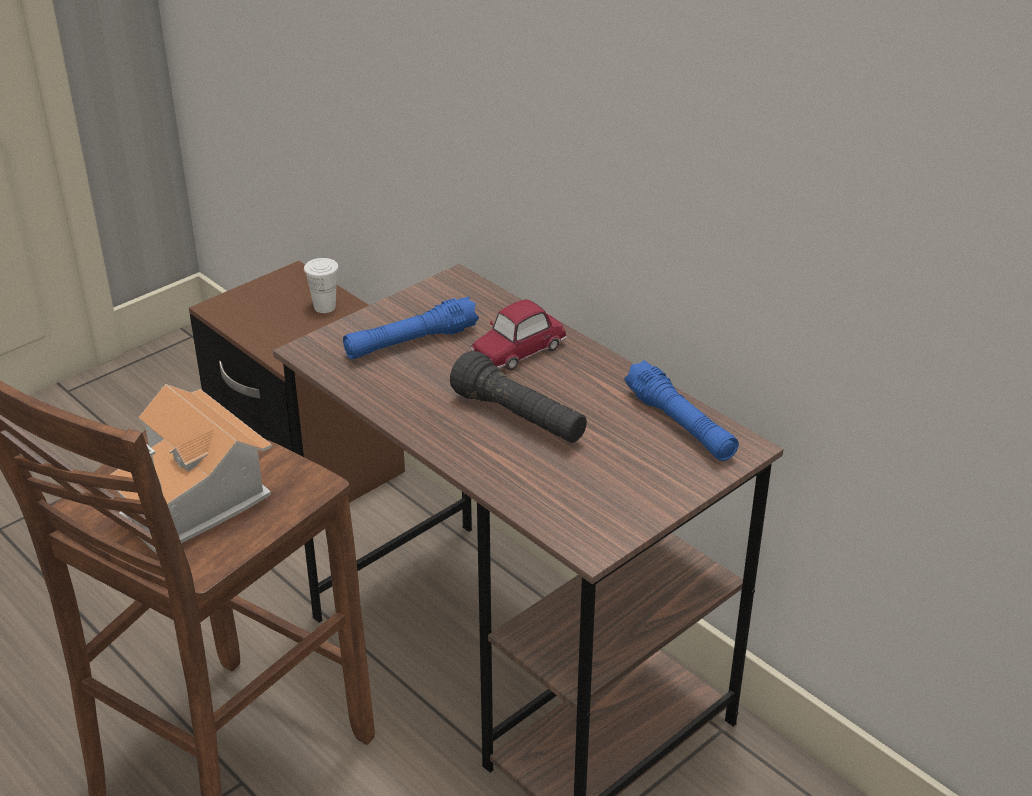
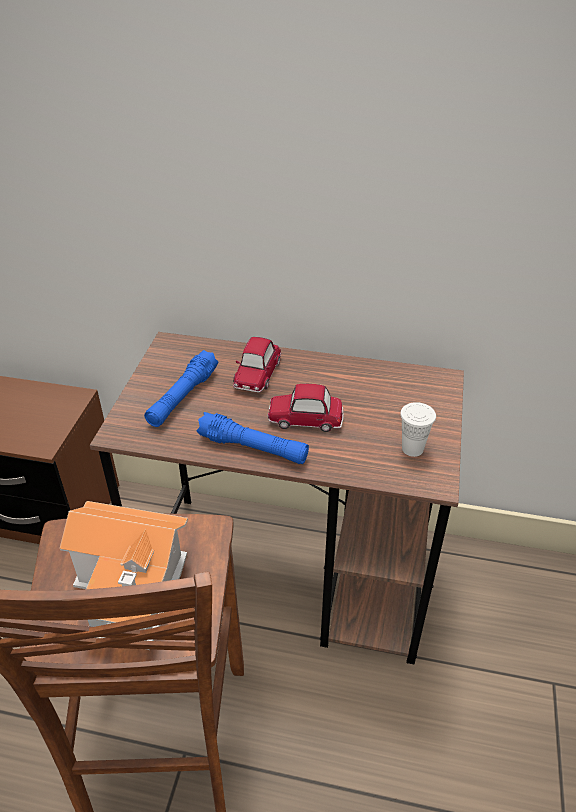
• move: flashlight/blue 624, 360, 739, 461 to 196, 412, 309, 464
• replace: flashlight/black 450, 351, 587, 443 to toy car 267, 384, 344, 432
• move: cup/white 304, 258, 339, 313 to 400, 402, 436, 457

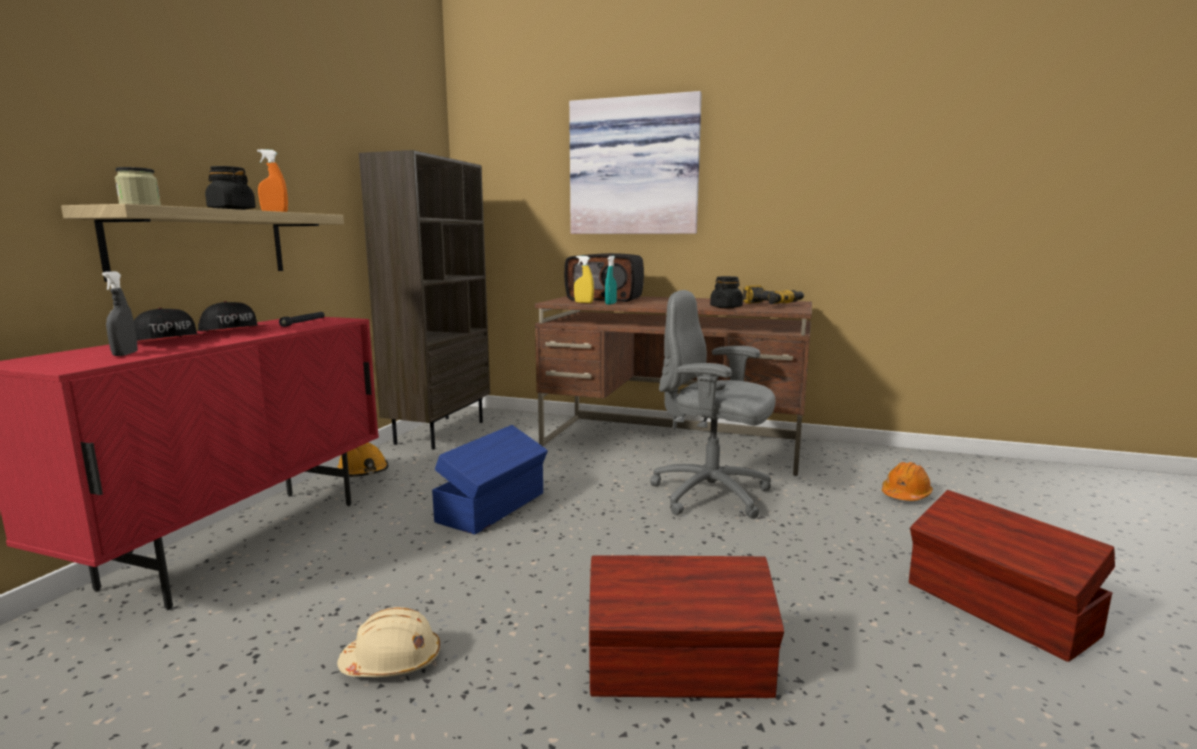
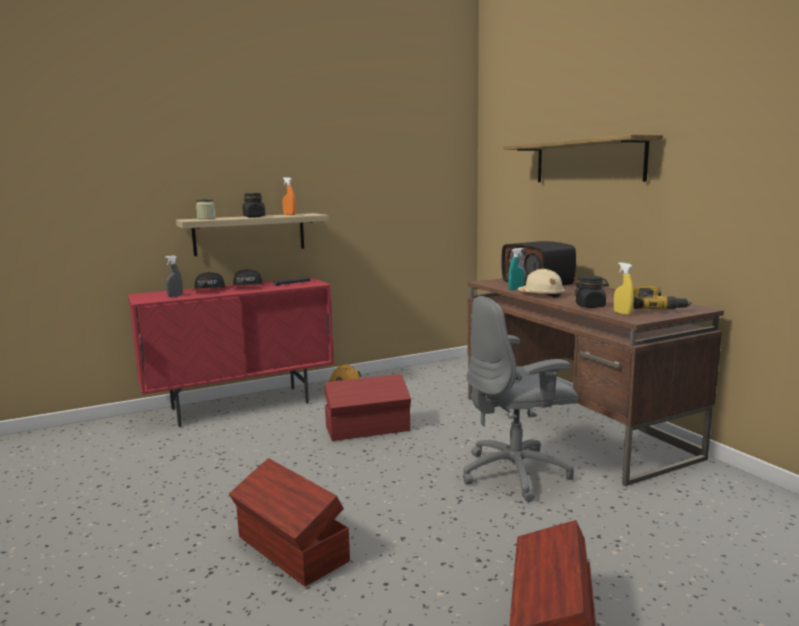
• recolor: storage box/blue 432, 425, 548, 534 to storage box/red 325, 374, 411, 441
• rotate: office chair/grey 650, 290, 776, 519 = 463, 296, 578, 502 90 degrees counterclockwise
• replace: picture 569, 91, 702, 234 to shelf 504, 134, 663, 182
• move: hard hat/beige 337, 607, 440, 677 to 518, 269, 565, 297
• move: spray bottle/yellow 574, 256, 594, 303 to 614, 262, 634, 315
• delete: bookcase/brown 359, 150, 490, 450
• delete: hard hat/orange 882, 462, 933, 501

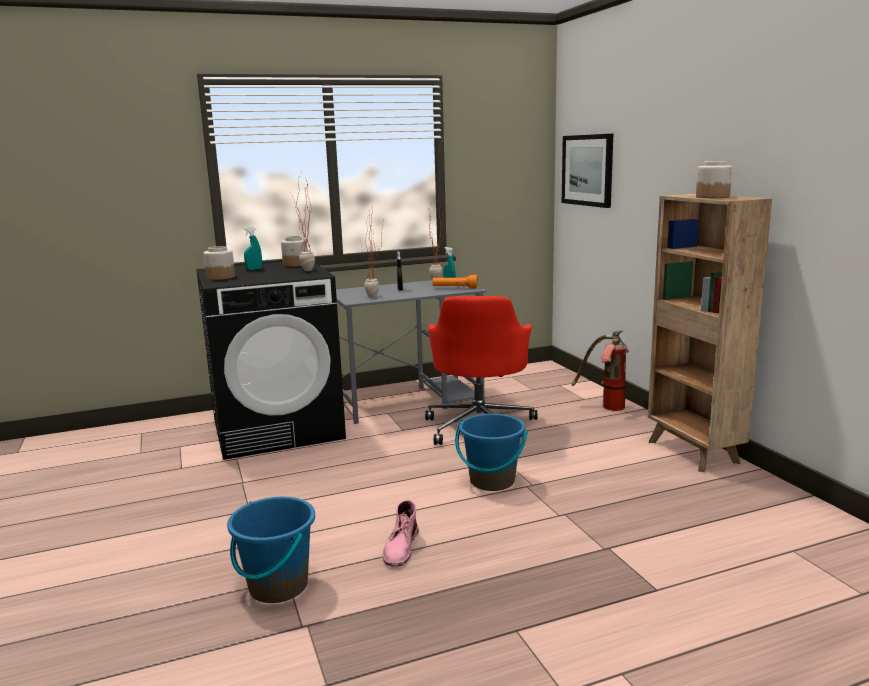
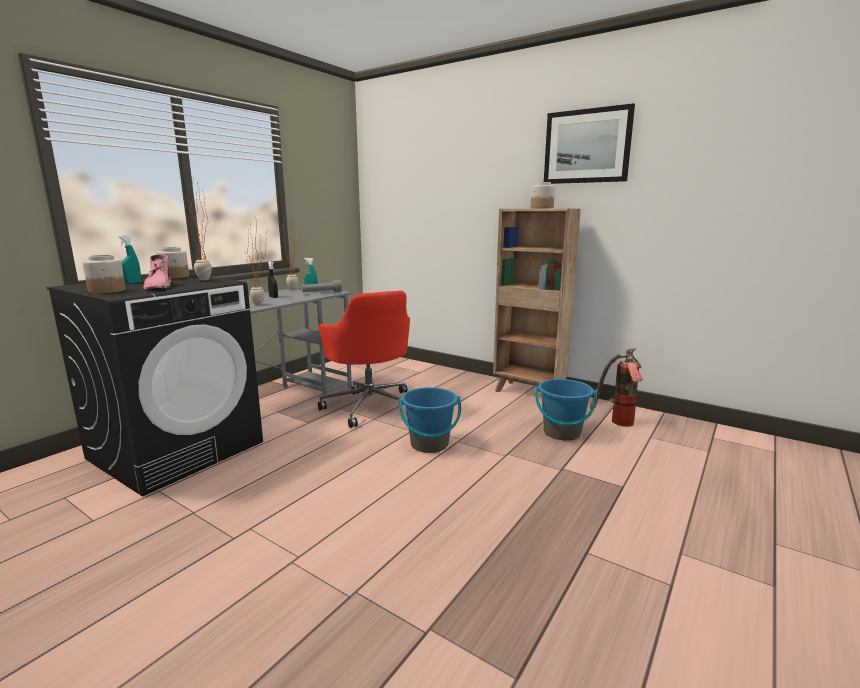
• move: boot/pink 383, 500, 419, 566 to 143, 254, 172, 291
• recolor: flashlight/orange 432, 275, 478, 288 to flashlight/grey 301, 280, 342, 292
• move: bucket/blue 227, 497, 315, 603 to 535, 379, 597, 441
• move: picture 562, 134, 613, 208 to 544, 103, 635, 184
• move: fire extinguisher 572, 330, 629, 411 to 590, 348, 643, 427

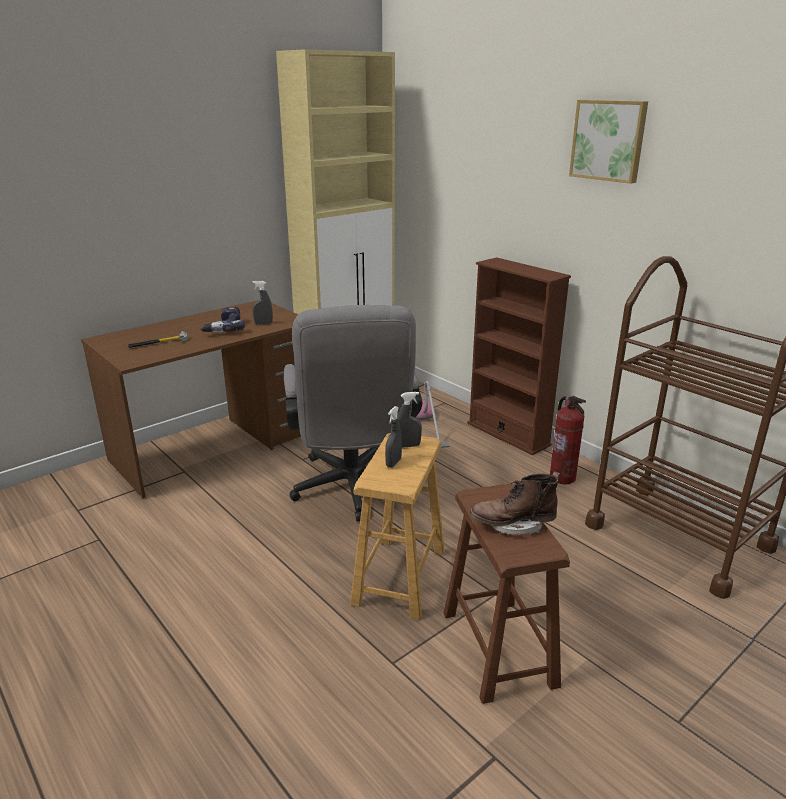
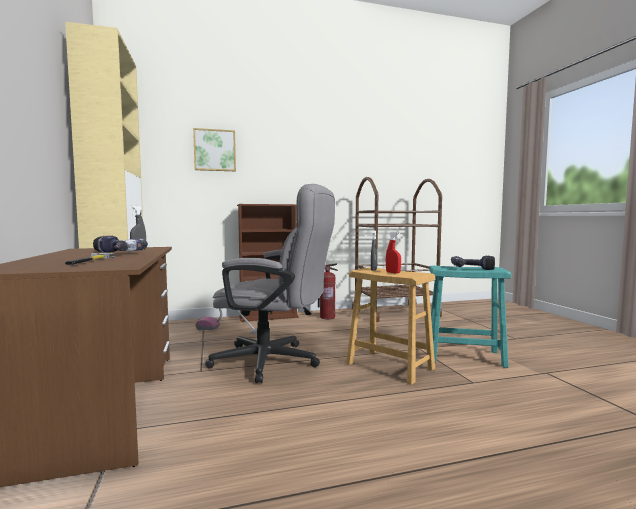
• move: picture 569, 100, 648, 184 to 193, 128, 236, 171
• recolor: spray bottle/grey 385, 406, 402, 468 to spray bottle/red 386, 232, 401, 273
• recolor: stool/brown 443, 484, 570, 704 to stool/turquoise 429, 266, 511, 368
• replace: boot/brown 470, 471, 561, 535 to power drill 451, 256, 495, 270

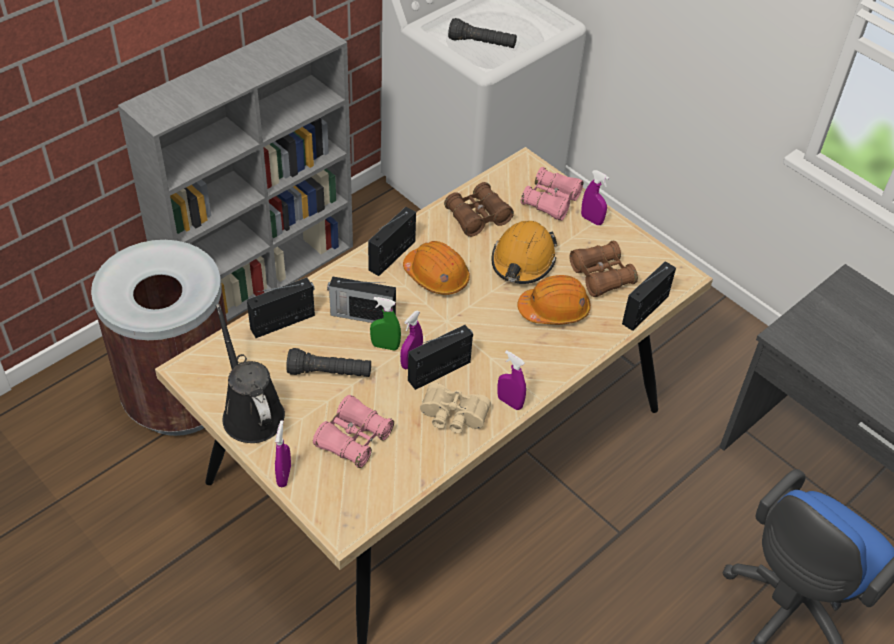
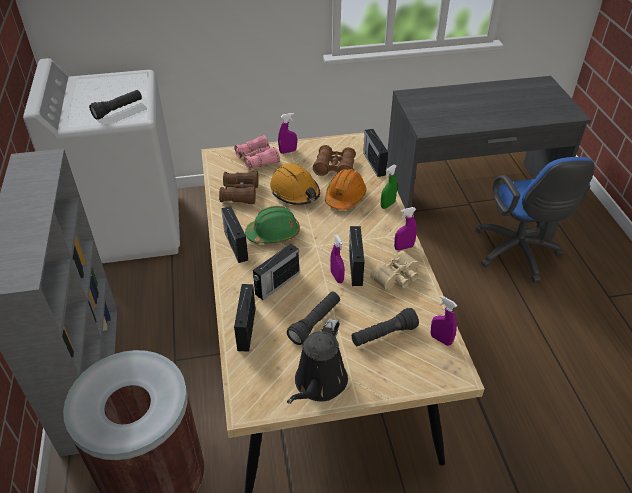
• recolor: hard hat/orange 403, 241, 470, 295 to hard hat/green 245, 206, 300, 244
• rotate: watering can/black 216, 304, 285, 443 = 287, 318, 348, 404 75 degrees counterclockwise
• replace: binoculars/pink 313, 395, 394, 468 to flashlight/black 352, 308, 419, 346
• move: spray bottle/green 370, 297, 401, 351 to 381, 165, 397, 209
• move: spray bottle/purple 275, 420, 291, 487 to 431, 296, 458, 346

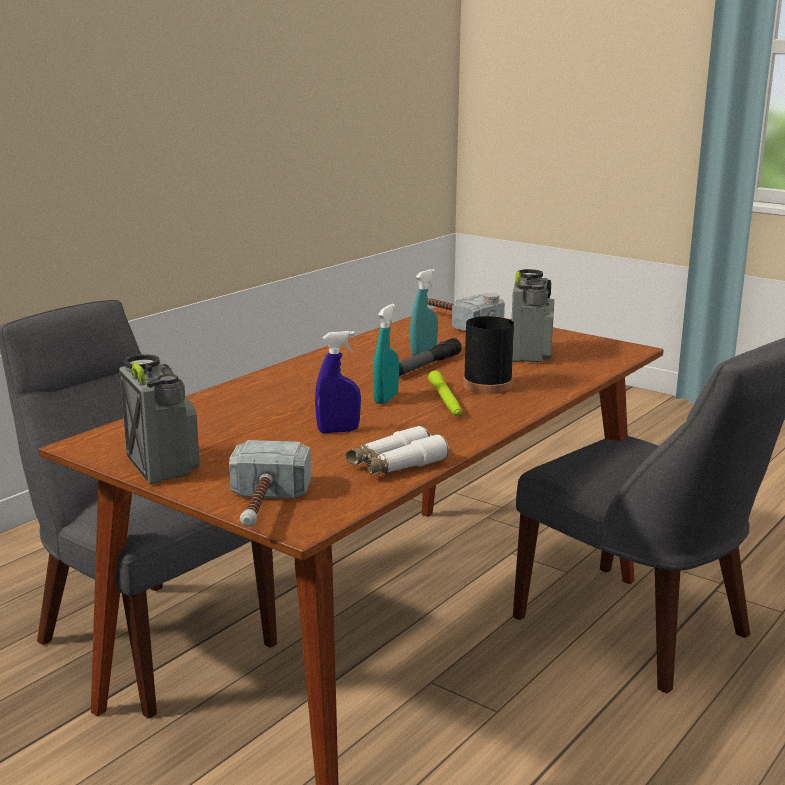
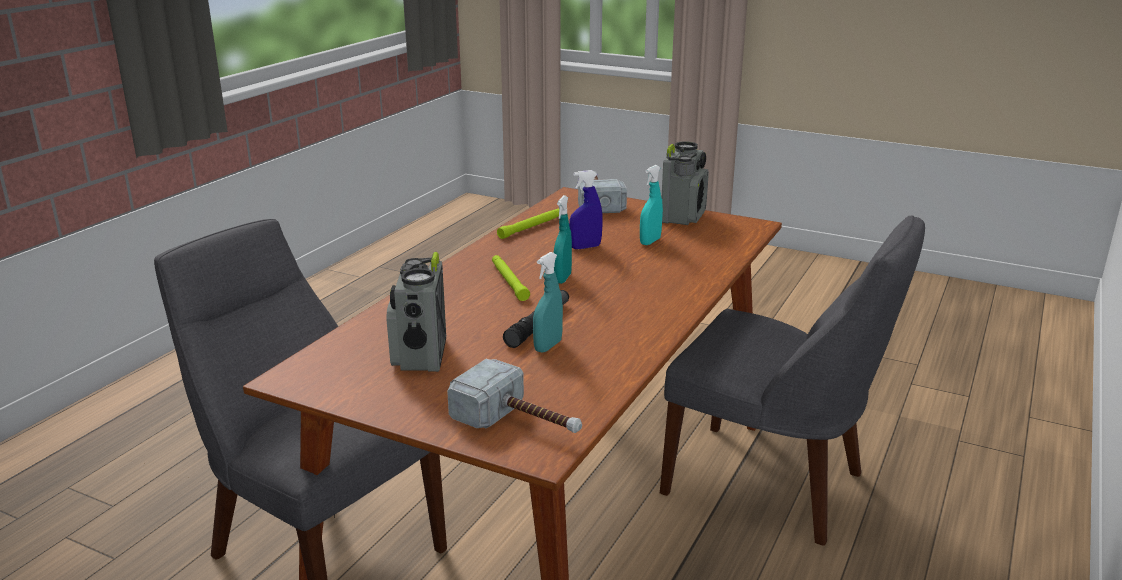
• replace: binoculars/white 346, 425, 449, 475 to flashlight/green 497, 209, 559, 239
• insert: spray bottle/turquoise 640, 165, 663, 245
• rotate: radio 119, 354, 200, 484 = 662, 141, 709, 225 120 degrees counterclockwise
• delete: bottle/black 463, 293, 514, 394

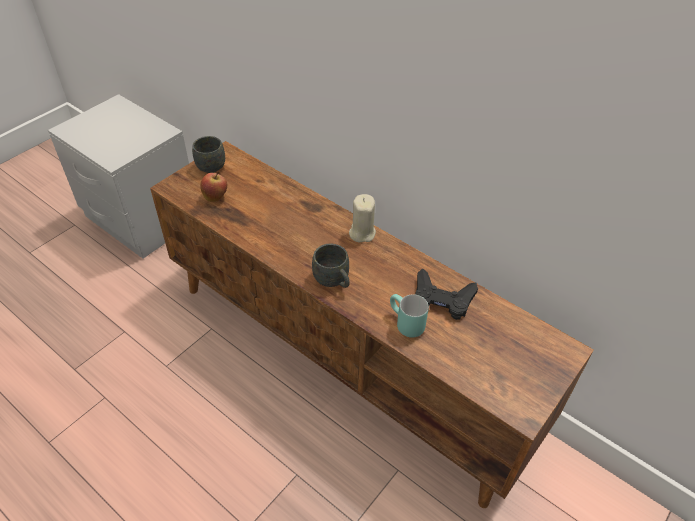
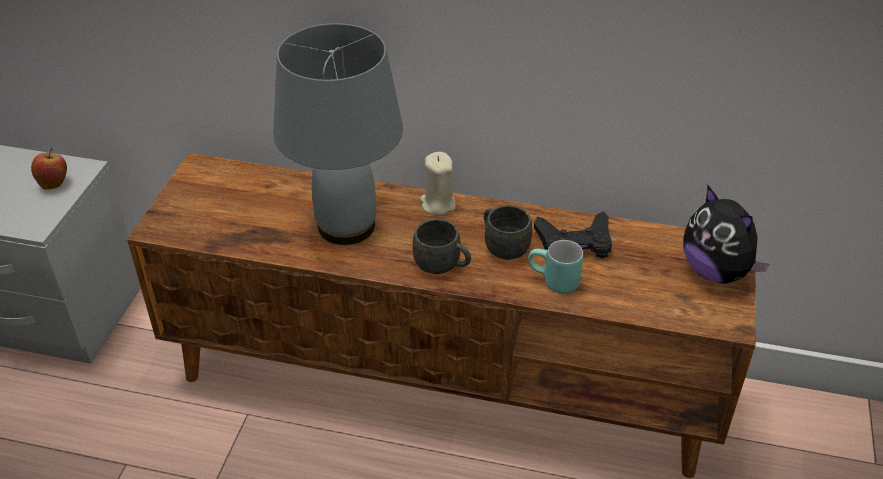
• move: apple 200, 172, 227, 202 to 31, 148, 67, 190
• insert: table lamp/grey 273, 23, 403, 245
• move: mug/grey 192, 136, 225, 173 to 484, 205, 532, 260
• insert: plush toy 683, 185, 770, 284

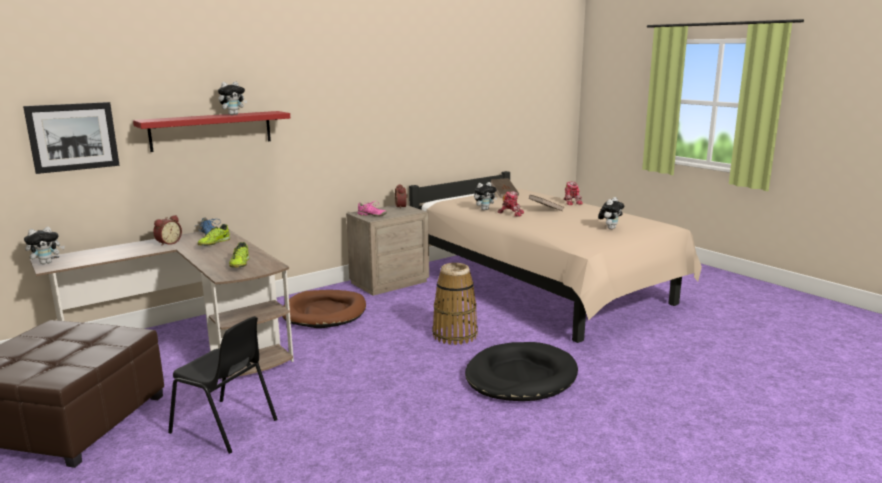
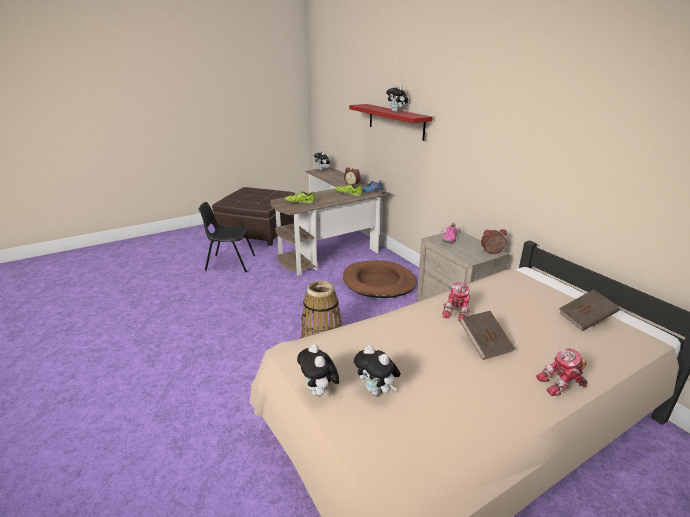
• rotate: chair/black 168, 316, 277, 454 = 199, 202, 255, 272 60 degrees clockwise
• move: plush toy 474, 182, 497, 210 to 297, 344, 340, 397
• delete: picture 23, 102, 120, 174
• delete: dog bed/black 465, 342, 578, 401

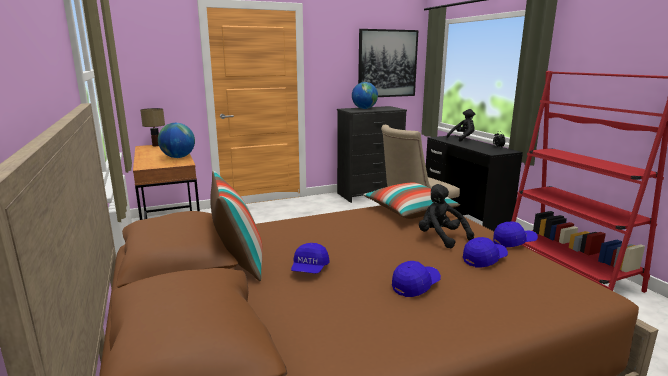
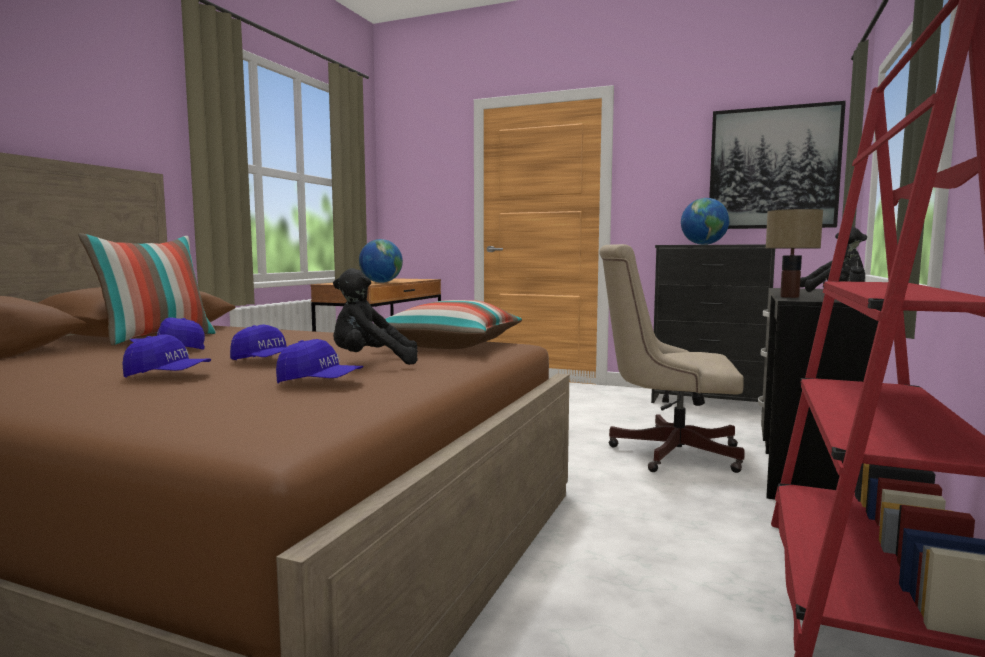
• move: cap/blue 493, 222, 538, 247 to 230, 325, 287, 360
• rotate: plush toy/black 419, 184, 474, 249 = 333, 268, 418, 365 105 degrees counterclockwise
• move: table lamp 140, 108, 165, 146 to 766, 209, 823, 298

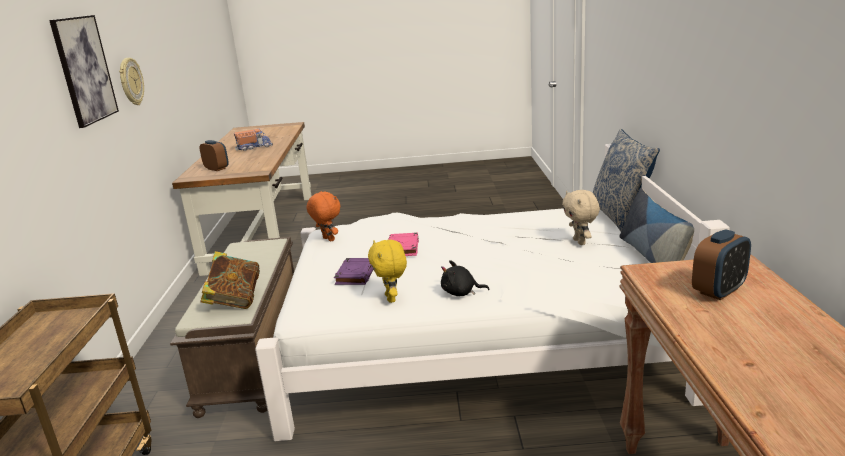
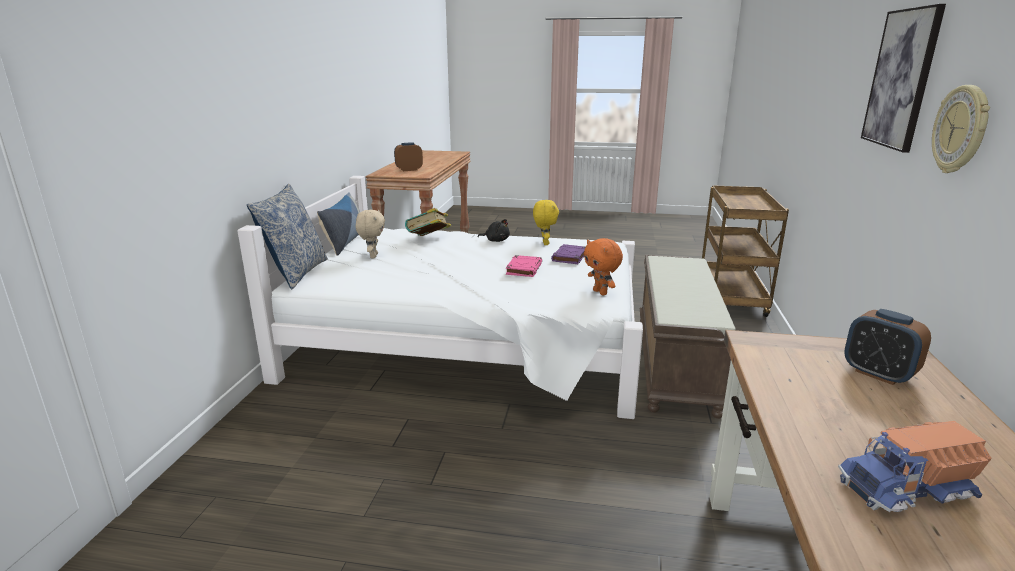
• move: book 200, 251, 260, 309 to 405, 208, 451, 236

